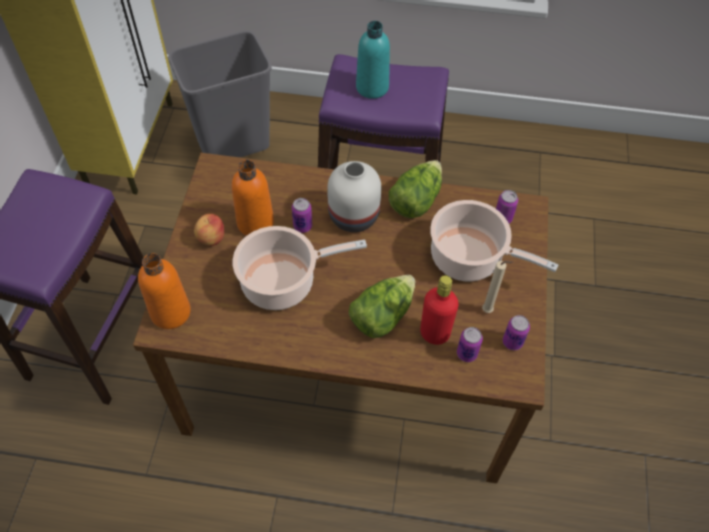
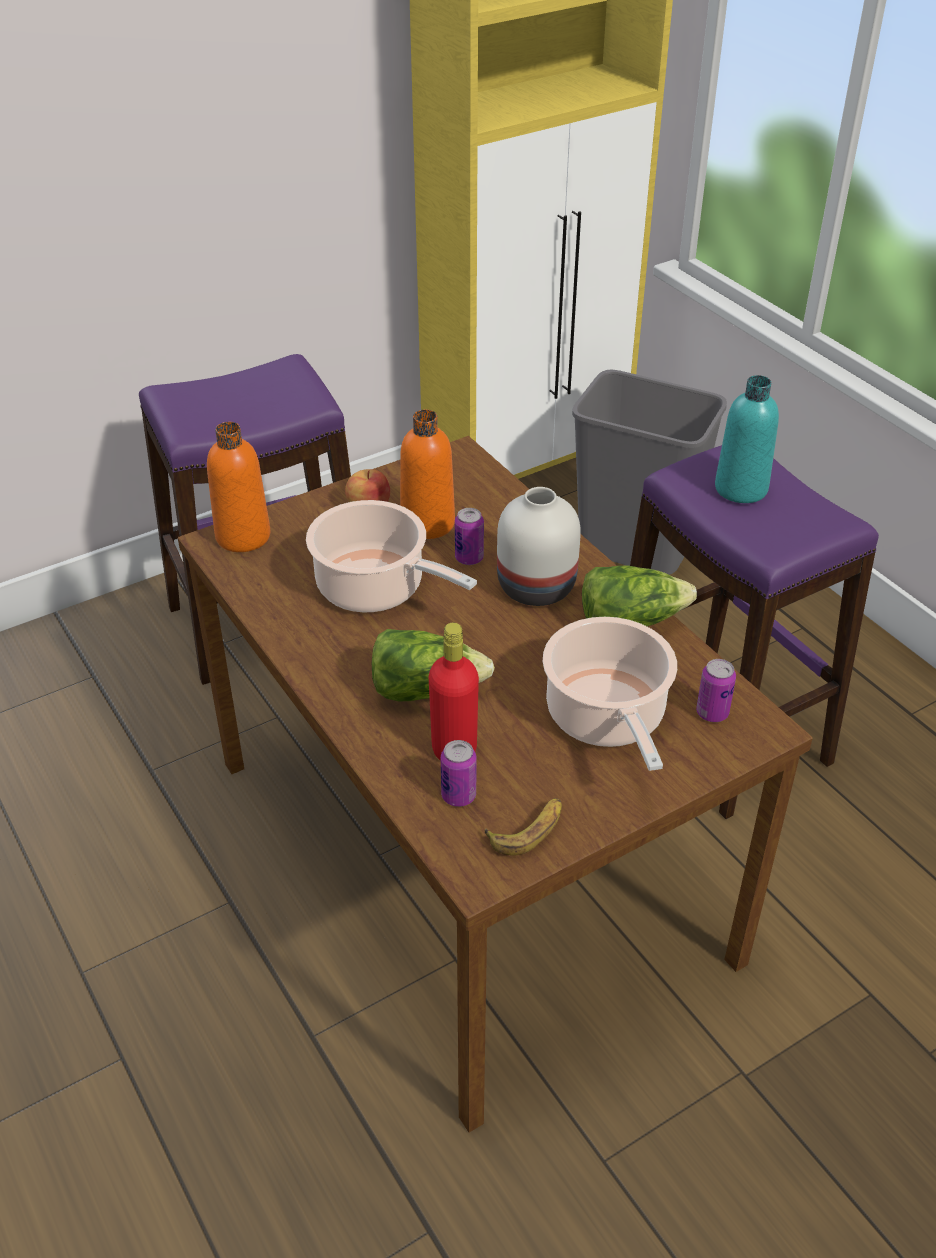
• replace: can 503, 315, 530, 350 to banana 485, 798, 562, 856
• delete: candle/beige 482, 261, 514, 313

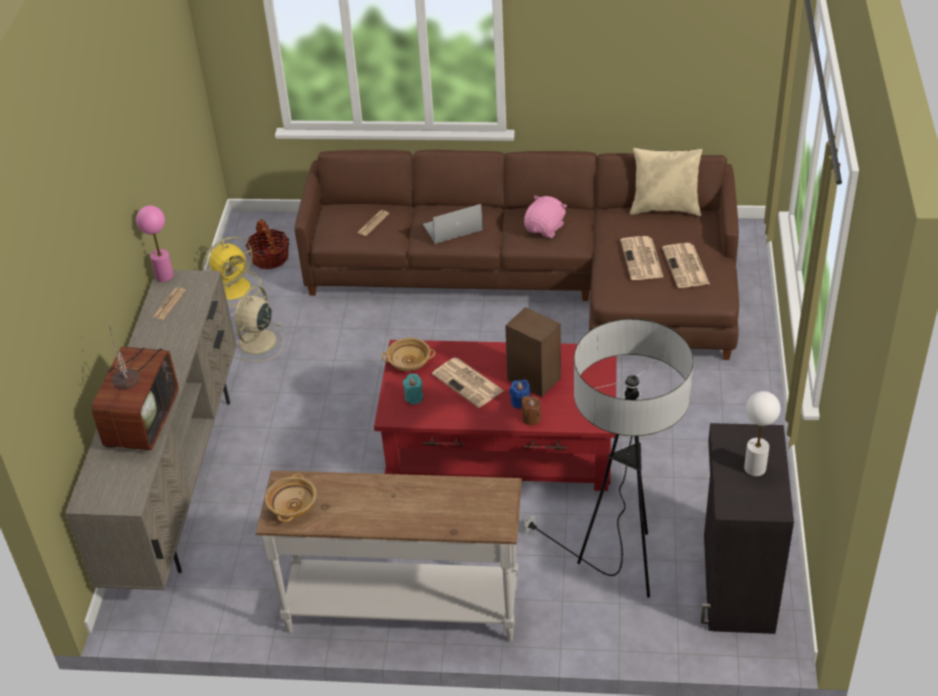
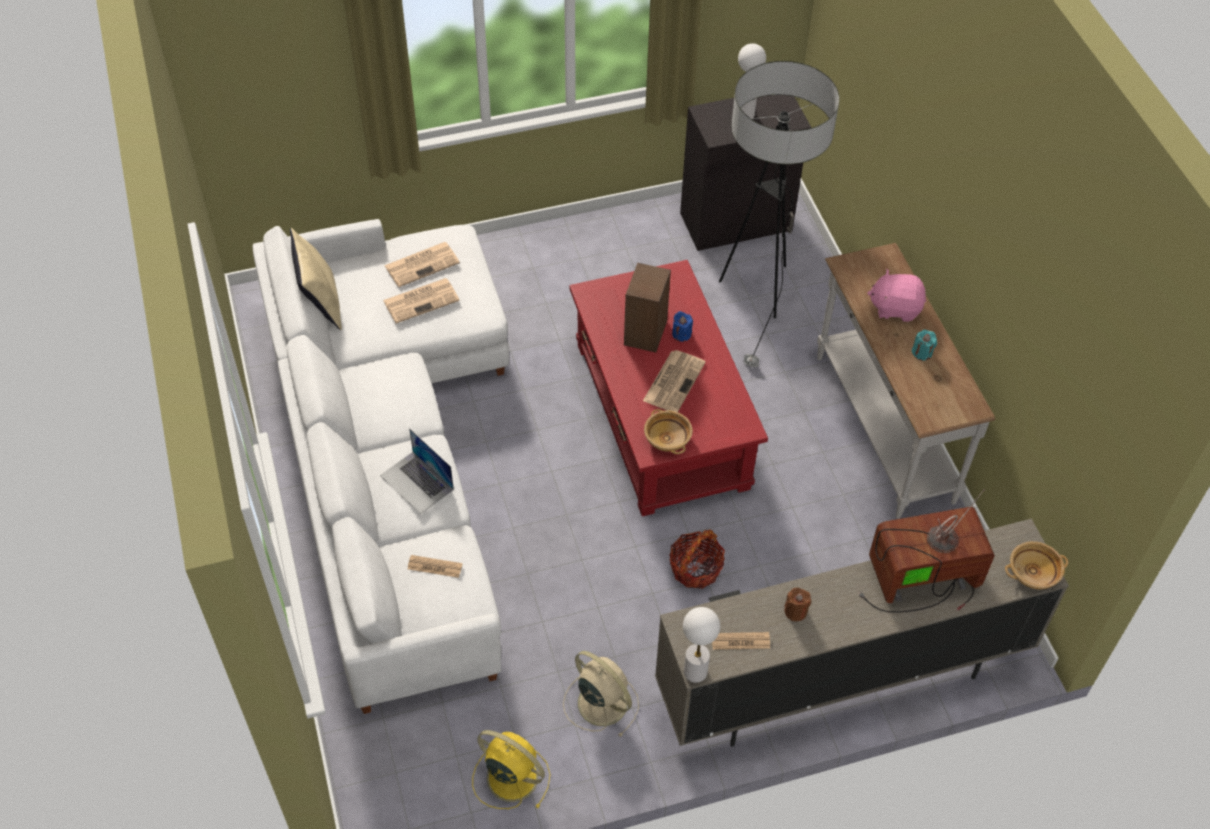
• recolor: sofa/brown 295, 150, 739, 360 to sofa/white 253, 219, 510, 714
• rotate: fan/beige 234, 286, 284, 362 = 563, 651, 639, 737 135 degrees counterclockwise
• move: basket 246, 219, 290, 269 to 669, 529, 725, 589
• recolor: table lamp/pink 136, 206, 174, 282 to table lamp/white 683, 607, 720, 683
• move: candle/brown 521, 396, 541, 426 to 784, 588, 811, 621
• move: plush toy/pink 524, 195, 567, 238 to 868, 269, 926, 322
• move: candle/turquoise 403, 374, 423, 404 to 912, 330, 937, 361
• move: bowl/beige 265, 474, 316, 522 to 1005, 541, 1068, 589

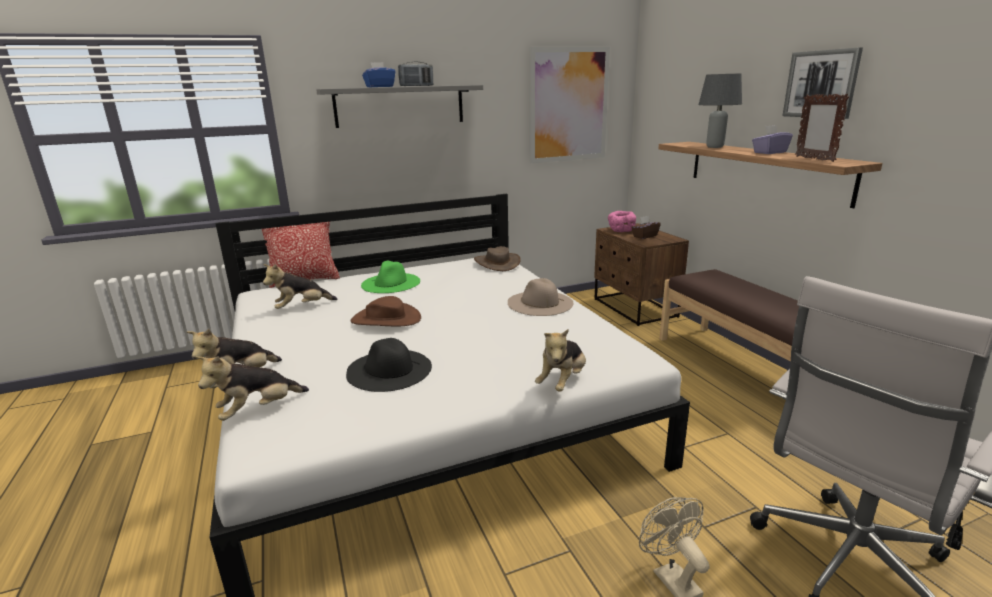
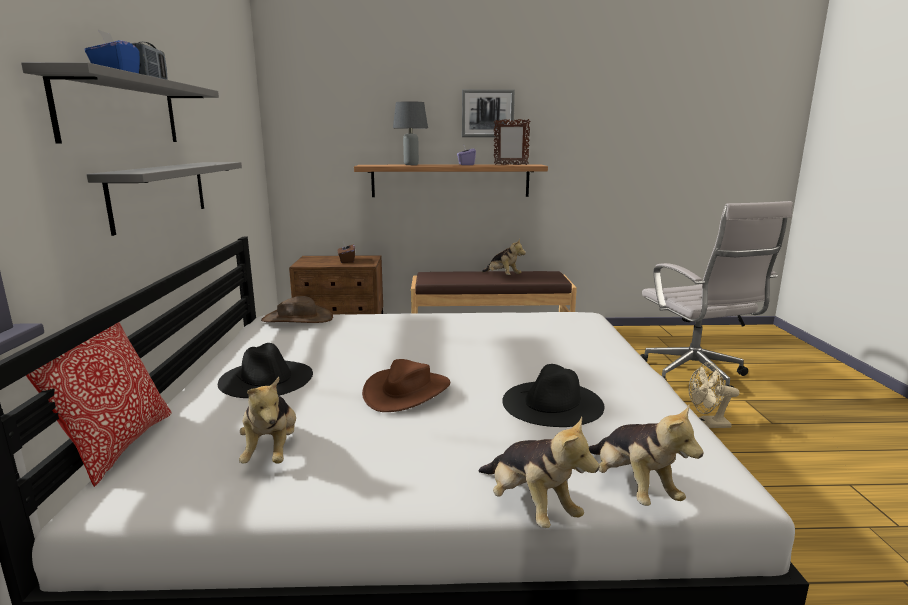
• insert: shelf/grey 87, 162, 242, 236
• recolor: hat/green 361, 261, 420, 293 to hat/black 218, 343, 313, 398
• move: plush toy 535, 329, 586, 391 to 482, 238, 526, 275
• delete: hat/beige 508, 278, 573, 316
• delete: picture 529, 47, 610, 163
• delete: bowl/pink 608, 211, 636, 232

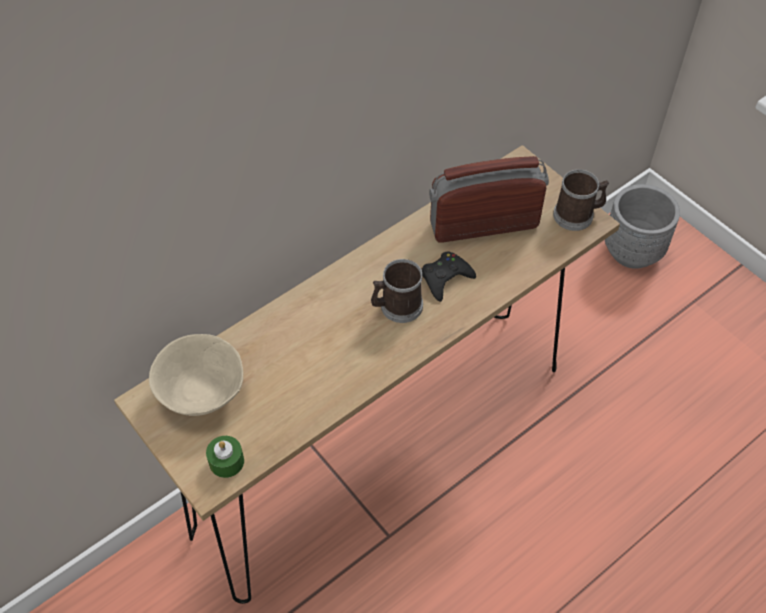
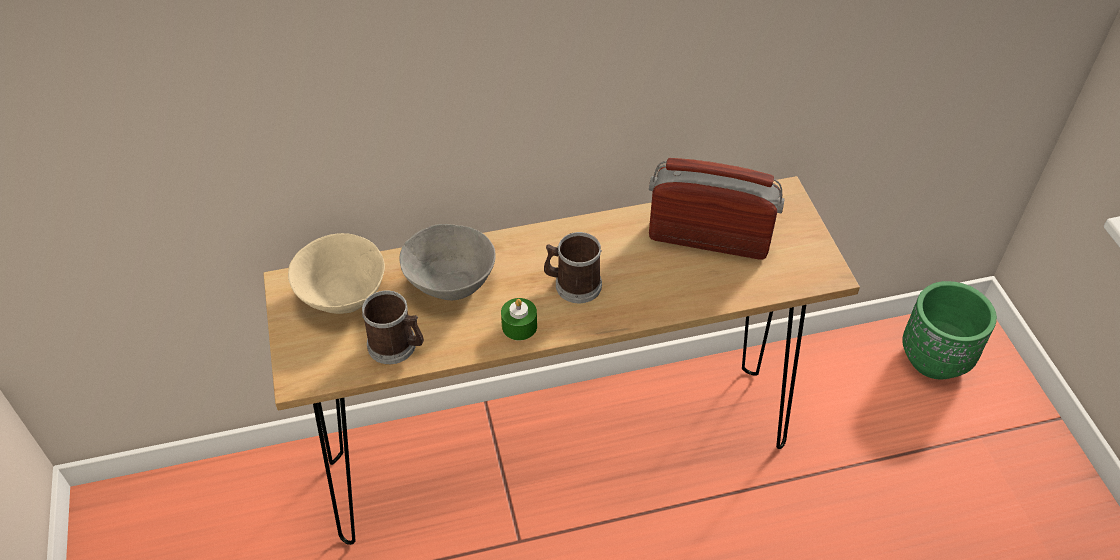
• move: mug 553, 169, 609, 231 to 362, 290, 424, 364
• insert: bowl/grey 399, 224, 496, 300
• move: candle/green 206, 436, 244, 478 to 501, 298, 537, 340
• recolor: planter/grey 605, 184, 680, 269 to planter/green 902, 281, 997, 379
• delete: game controller/black 421, 252, 476, 302

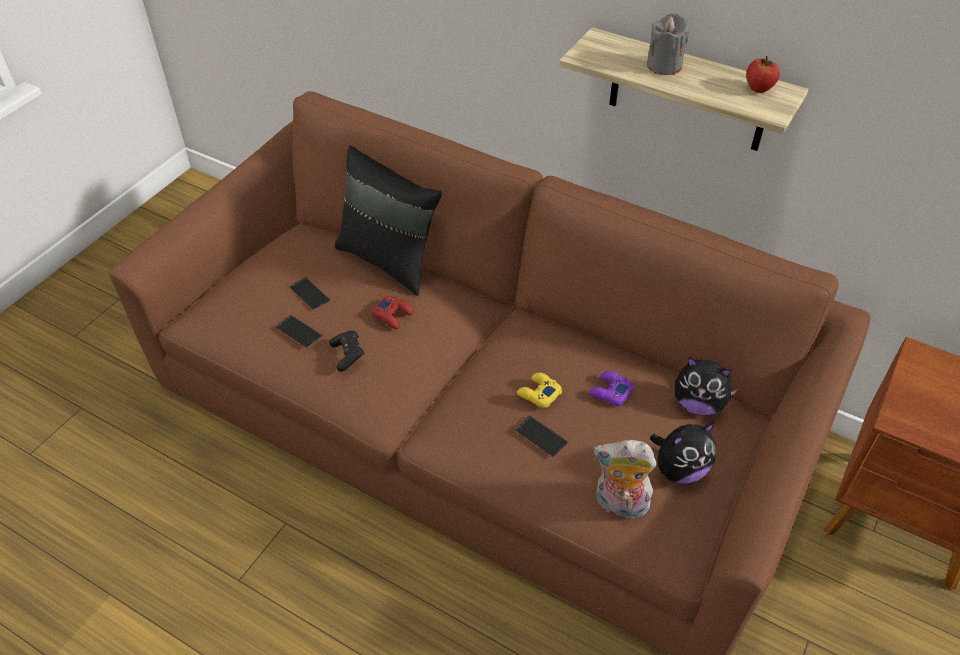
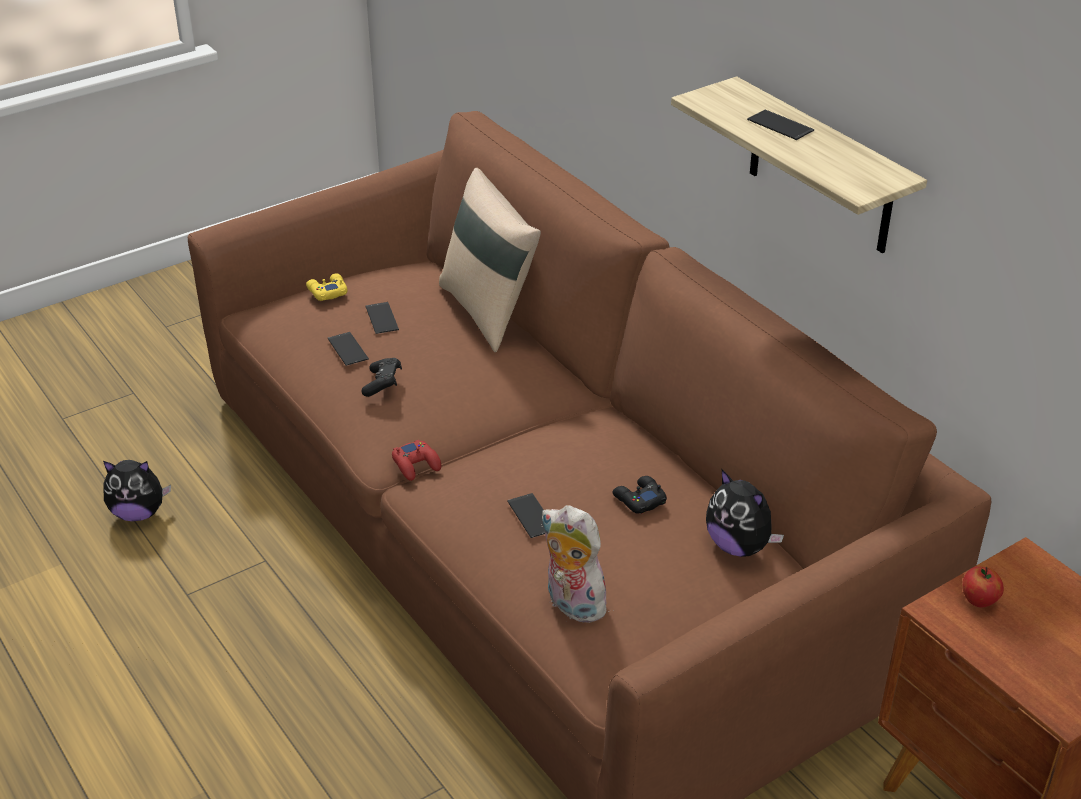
• move: plush toy 650, 422, 716, 484 to 103, 460, 171, 521
• move: game controller/yellow 517, 372, 562, 408 to 306, 273, 348, 301
• move: game controller/red 372, 296, 414, 329 to 392, 440, 441, 481
• recolor: pillow/black 335, 146, 442, 296 to pillow/beige 439, 168, 541, 352
• recolor: game controller/purple 589, 371, 634, 406 to game controller/black 612, 476, 667, 514
• replace: candle/grey 647, 14, 689, 75 to phone 747, 109, 814, 140
• move: apple 746, 56, 780, 93 to 962, 566, 1004, 607

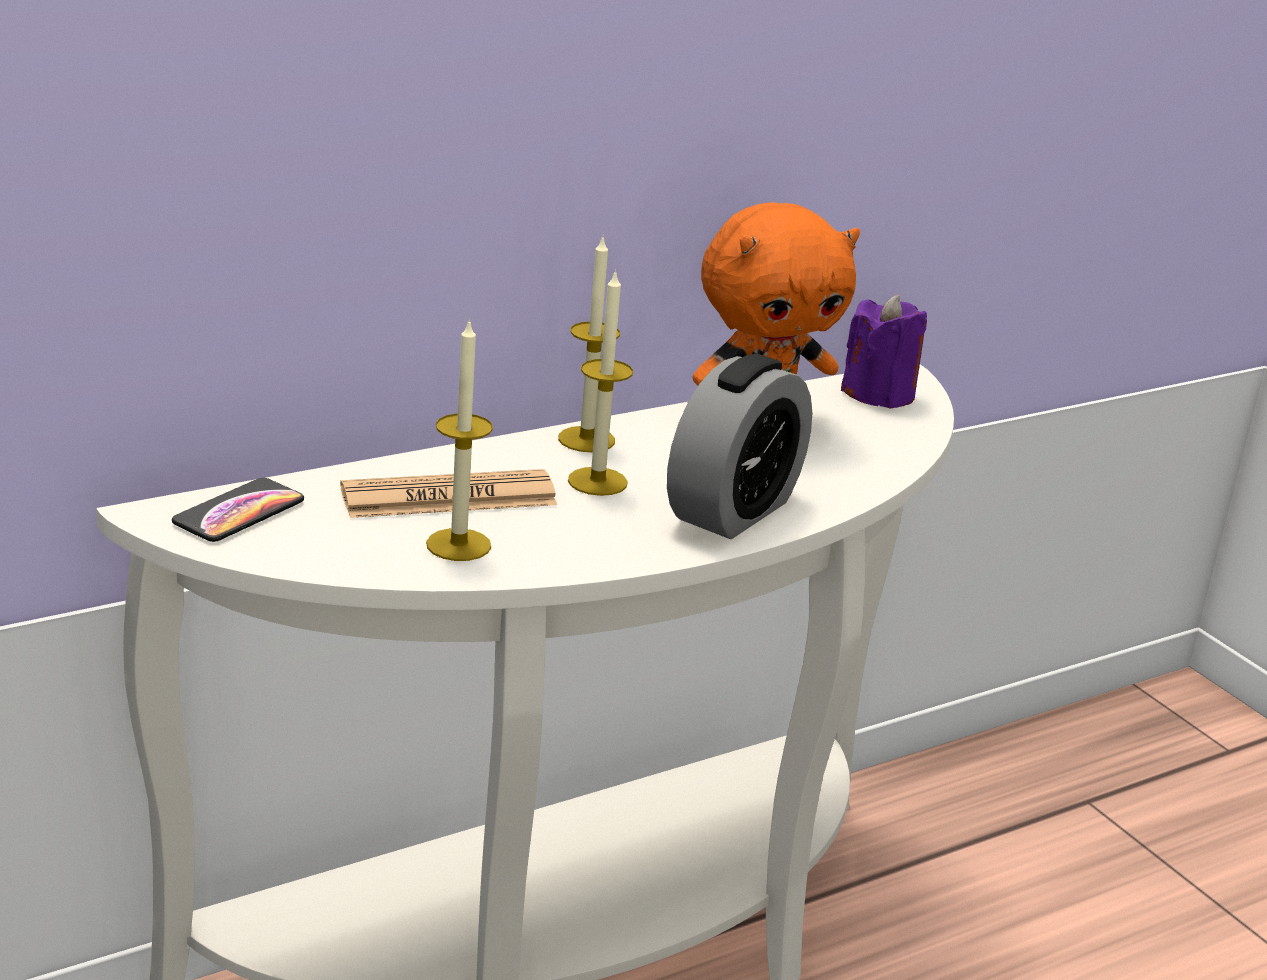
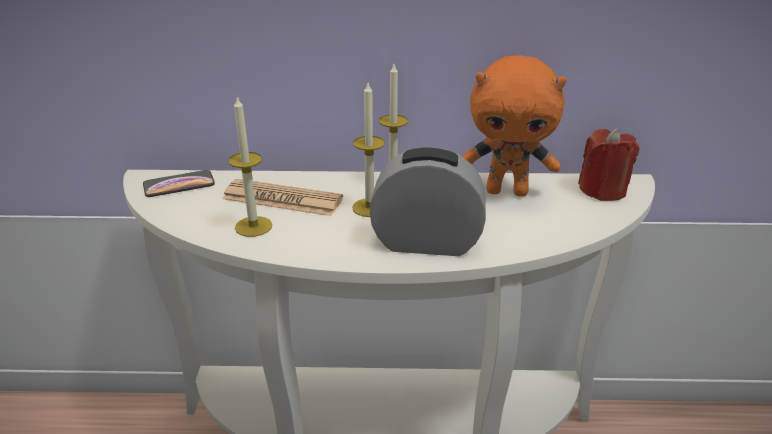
• rotate: alarm clock 667, 354, 812, 539 = 370, 147, 486, 256 150 degrees counterclockwise
• recolor: candle/purple 841, 295, 927, 409 to candle/red 578, 128, 639, 201

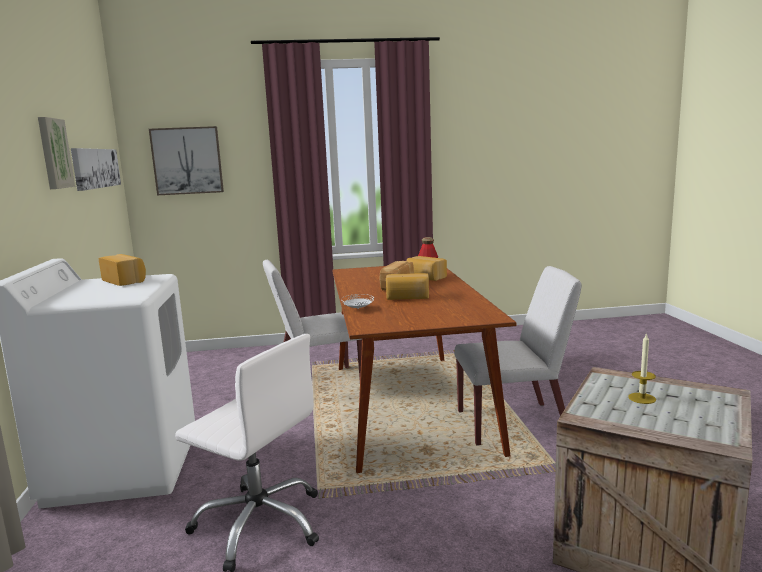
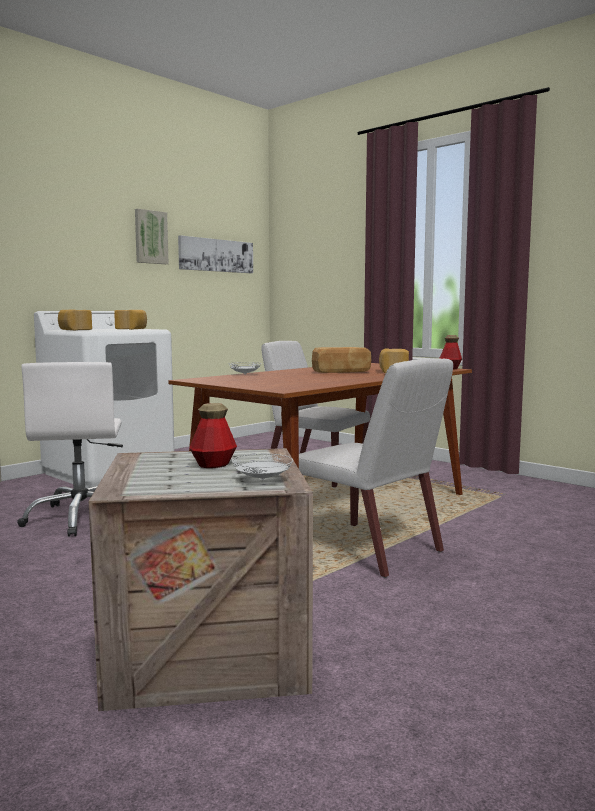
• move: bread 386, 273, 429, 300 to 58, 310, 92, 330
• replace: candle 628, 333, 656, 404 to bottle 189, 403, 237, 468
• insert: plate/white 232, 454, 293, 480
• delete: picture 149, 126, 224, 195

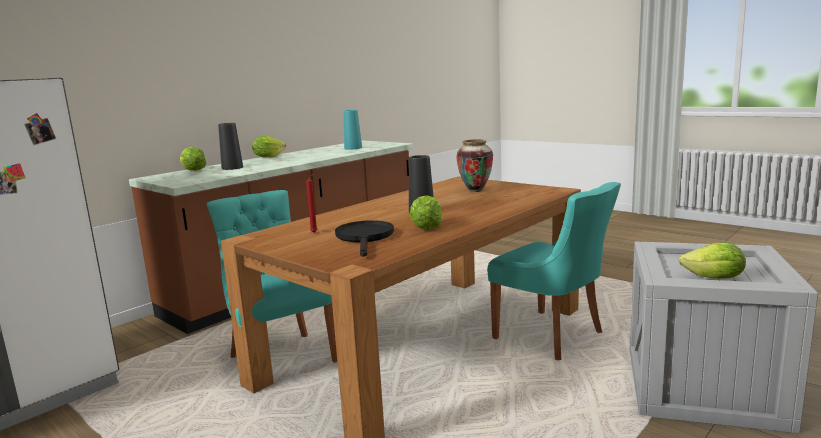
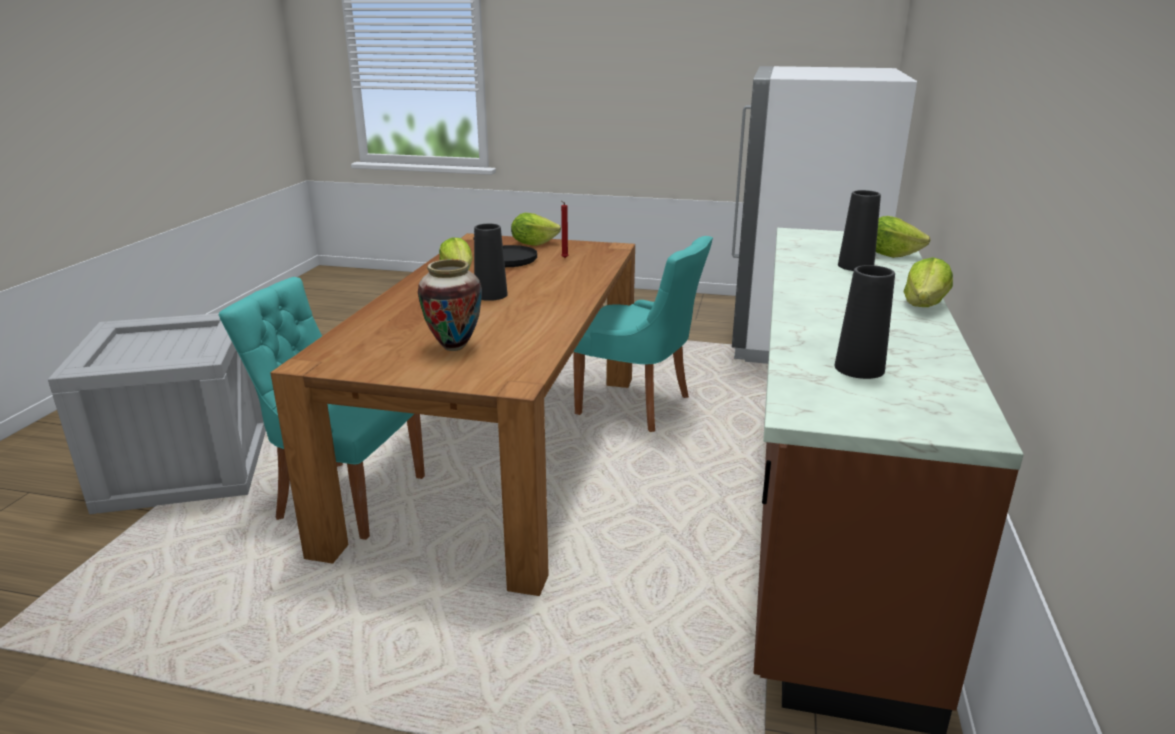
• move: lettuce 679, 242, 746, 279 to 511, 213, 561, 246
• recolor: vase/turquoise 344, 110, 362, 149 to vase/black 835, 265, 895, 379

